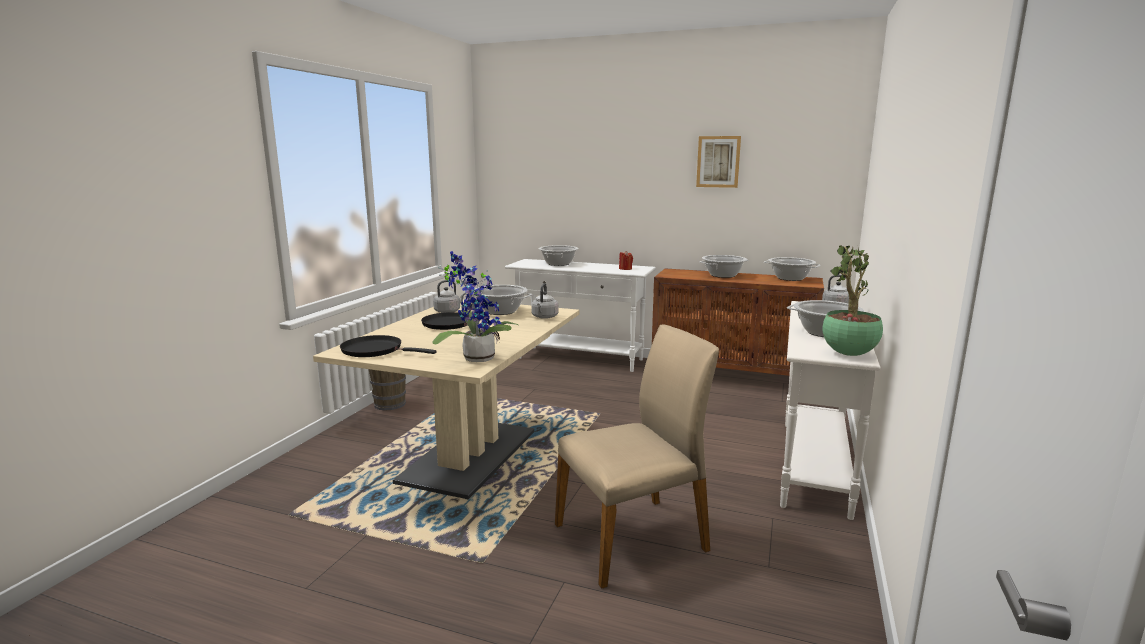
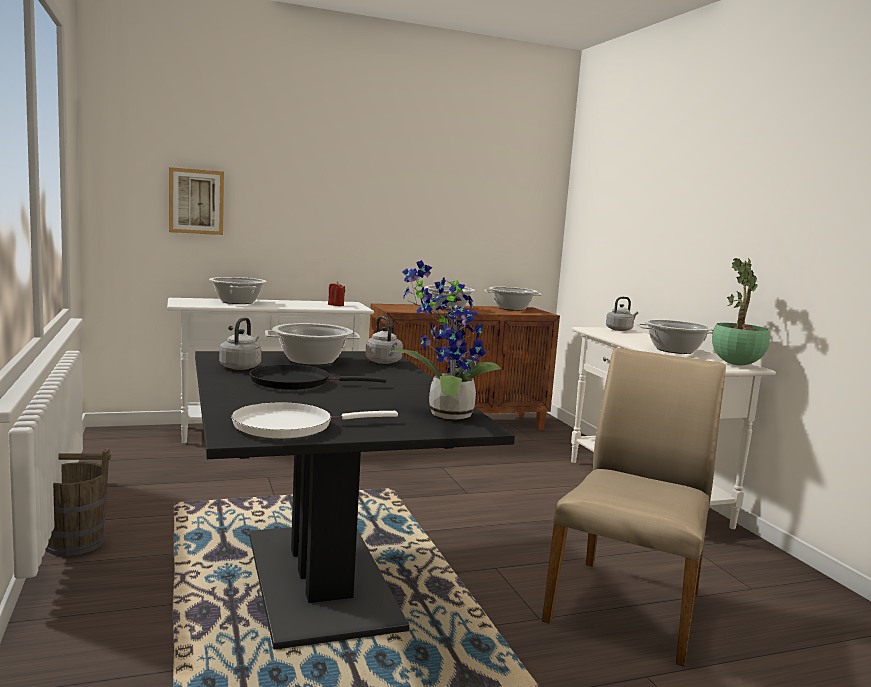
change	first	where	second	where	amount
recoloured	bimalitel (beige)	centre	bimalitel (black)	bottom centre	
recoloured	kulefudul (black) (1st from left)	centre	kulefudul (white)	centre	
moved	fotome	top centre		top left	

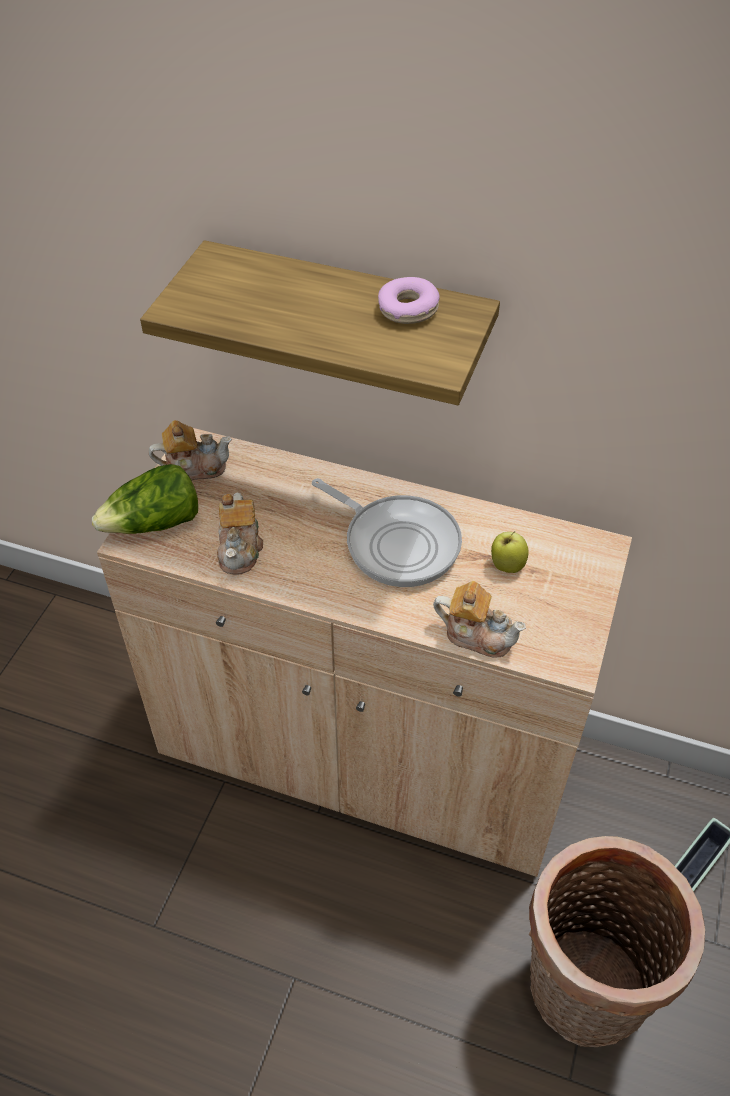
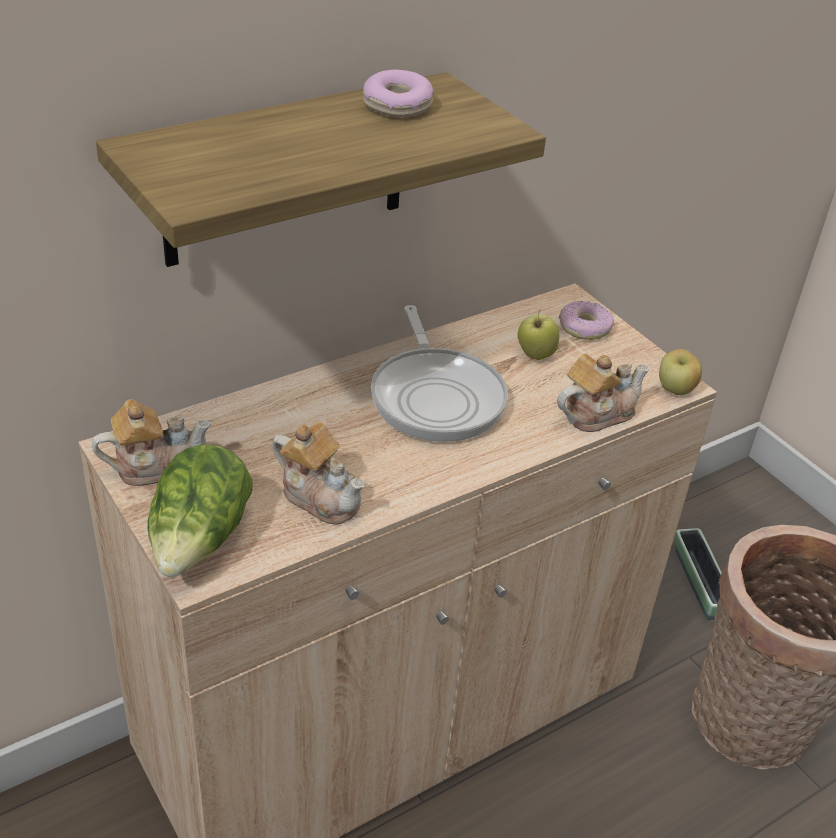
change	first	where	second	where	amount
turned	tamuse (1st from left)	middle left		middle left	45 degrees clockwise
turned	kulefudul	centre		centre	90 degrees clockwise
added			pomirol (2nd from left)	middle right	
added			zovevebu (2nd from left)	middle right	

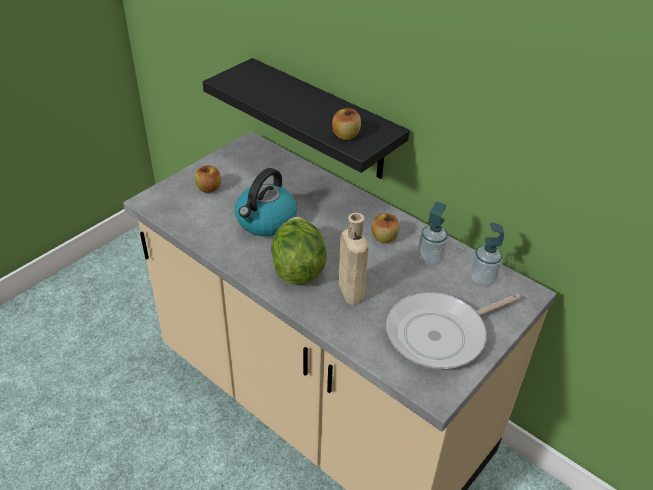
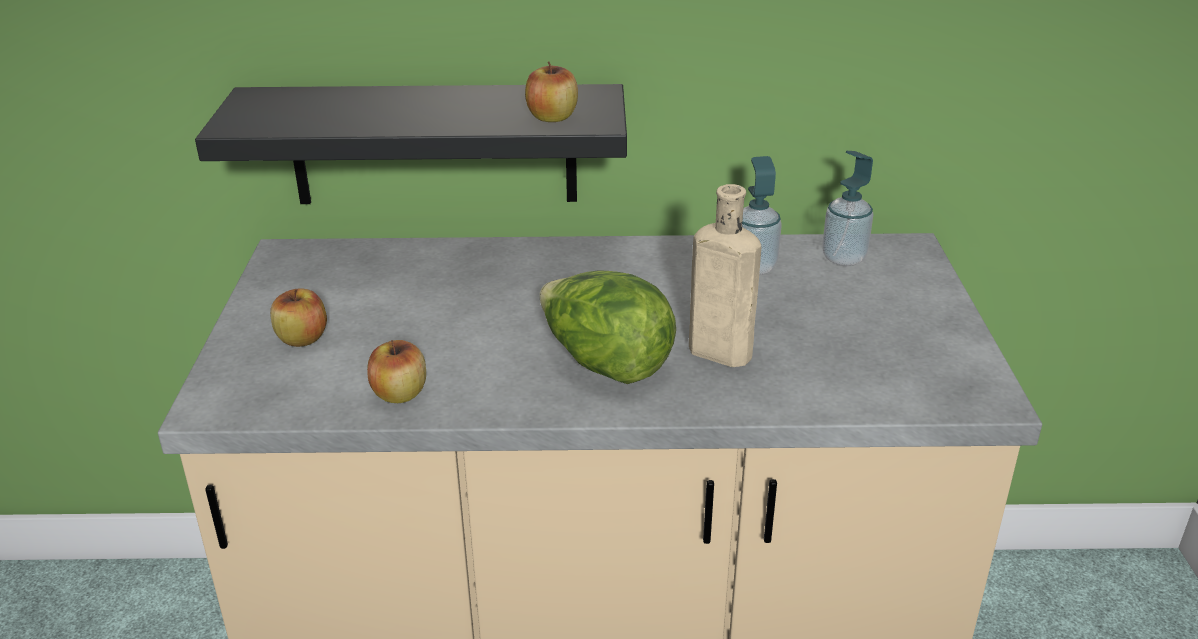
change	first	where	second	where	amount
removed	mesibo	centre			
moved	zovevebu (3rd from left in the first image)	centre	zovevebu (2nd from left)	middle left	
removed	kulefudul	bottom right			

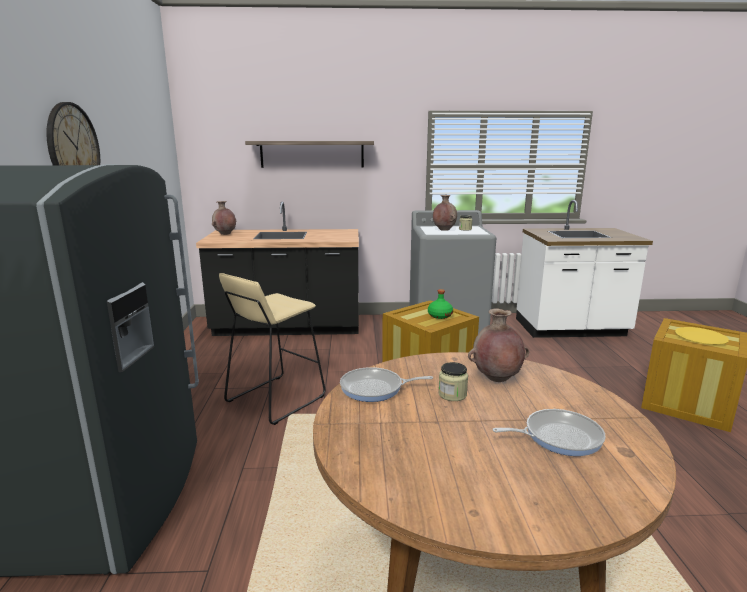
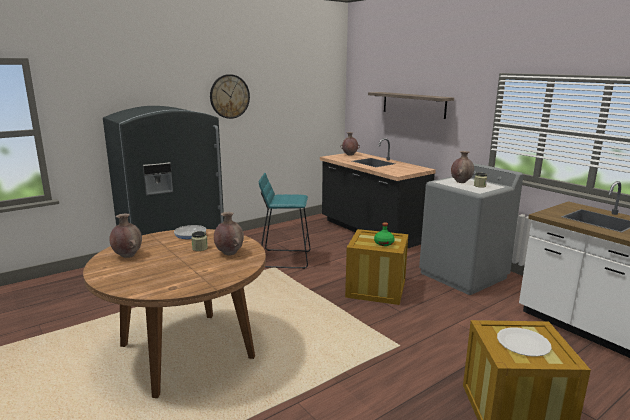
change	first	where	second	where	amount
recoloured	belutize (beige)	centre	belutize (turquoise)	centre	
removed	kulefudul (2nd from left)	bottom right			
recoloured	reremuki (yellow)	middle right	reremuki (white)	bottom right	
added			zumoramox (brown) (1st from left)	middle left	

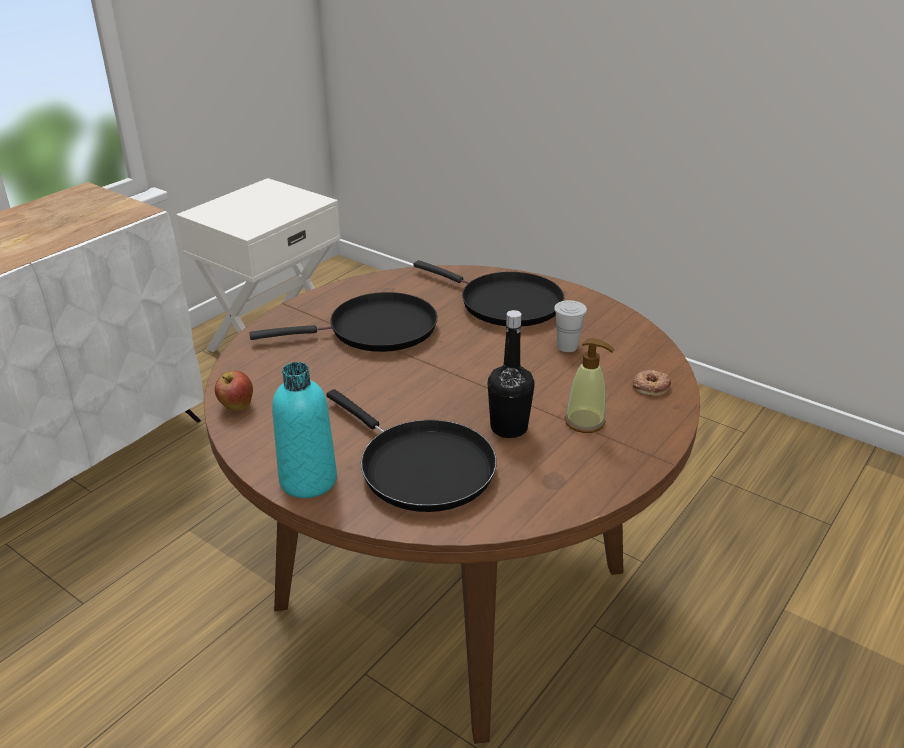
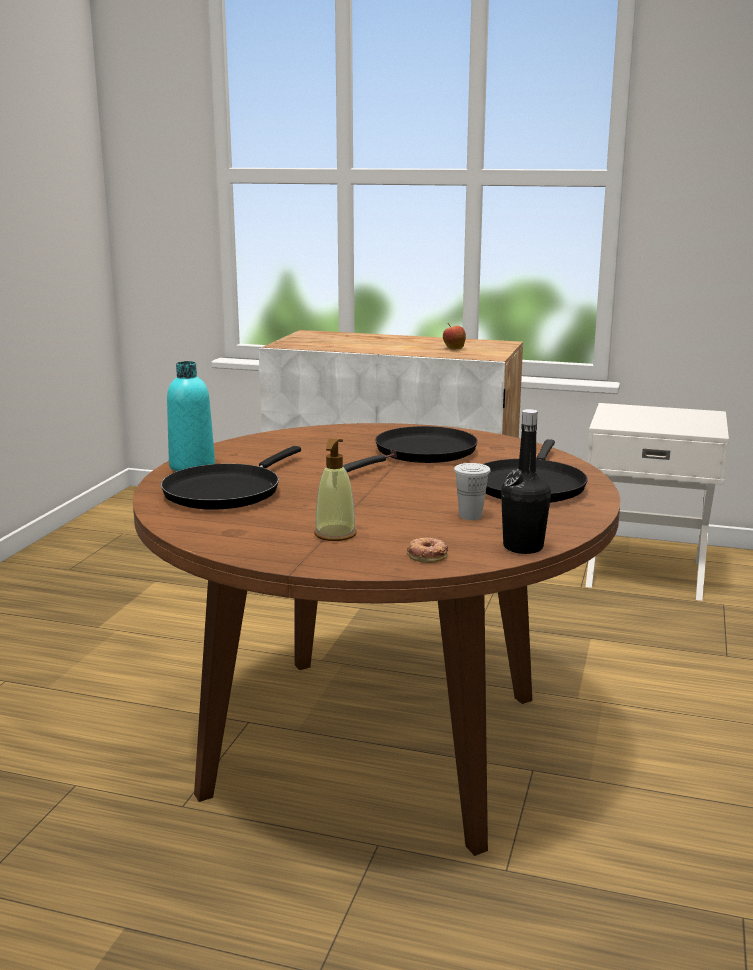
change	first	where	second	where	amount
moved	zovevebu	middle left		centre	
turned	kulefudul (black) (1st from left in the first image)	centre	kulefudul (black) (2nd from left)	centre	105 degrees counterclockwise
moved	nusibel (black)	centre		middle right	

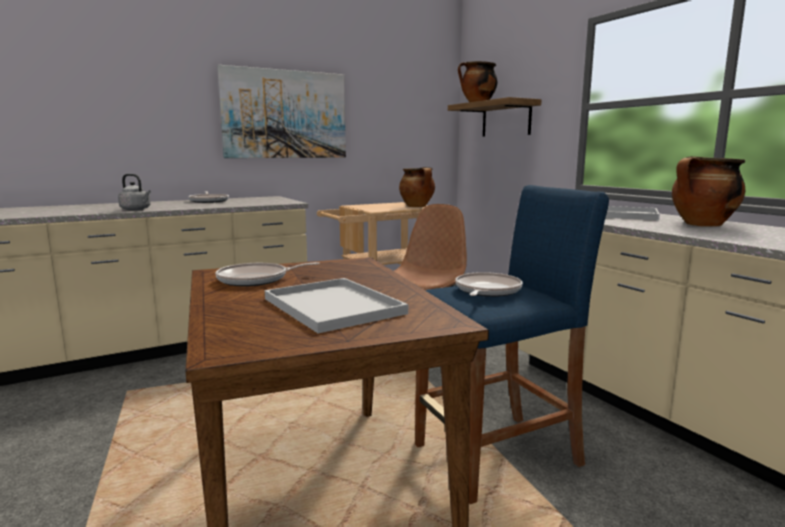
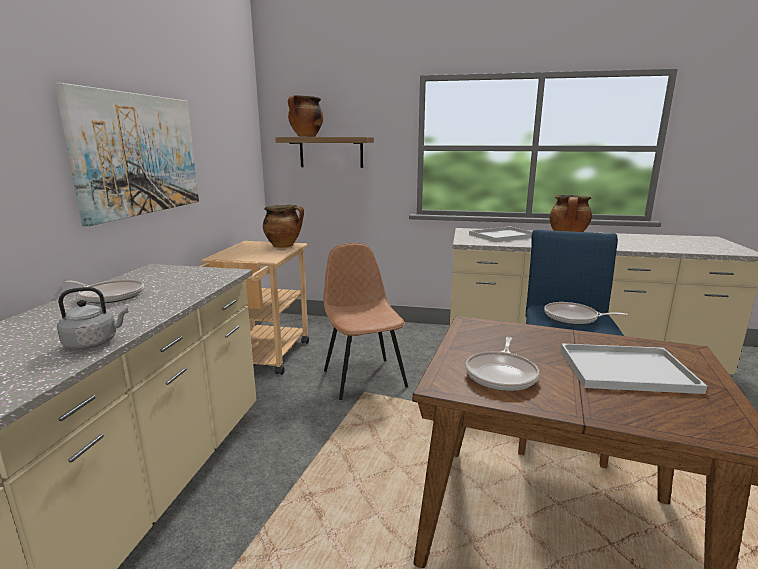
change	first	where	second	where	amount
turned	kulefudul (3rd from left)	centre		middle right	45 degrees counterclockwise

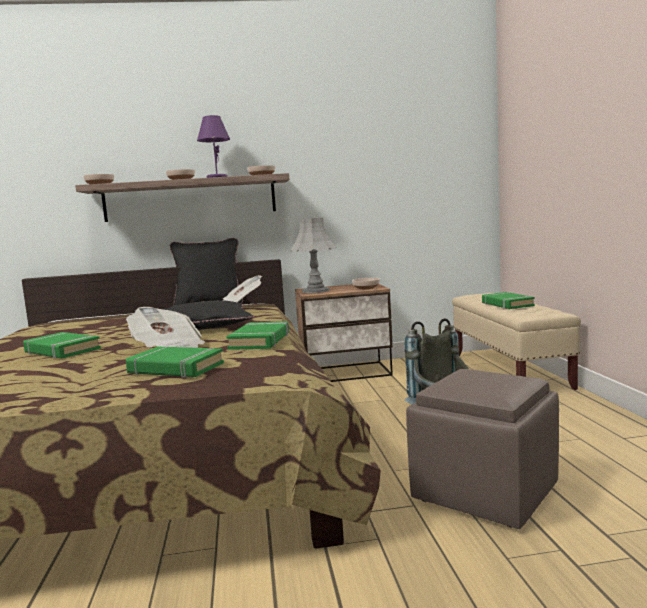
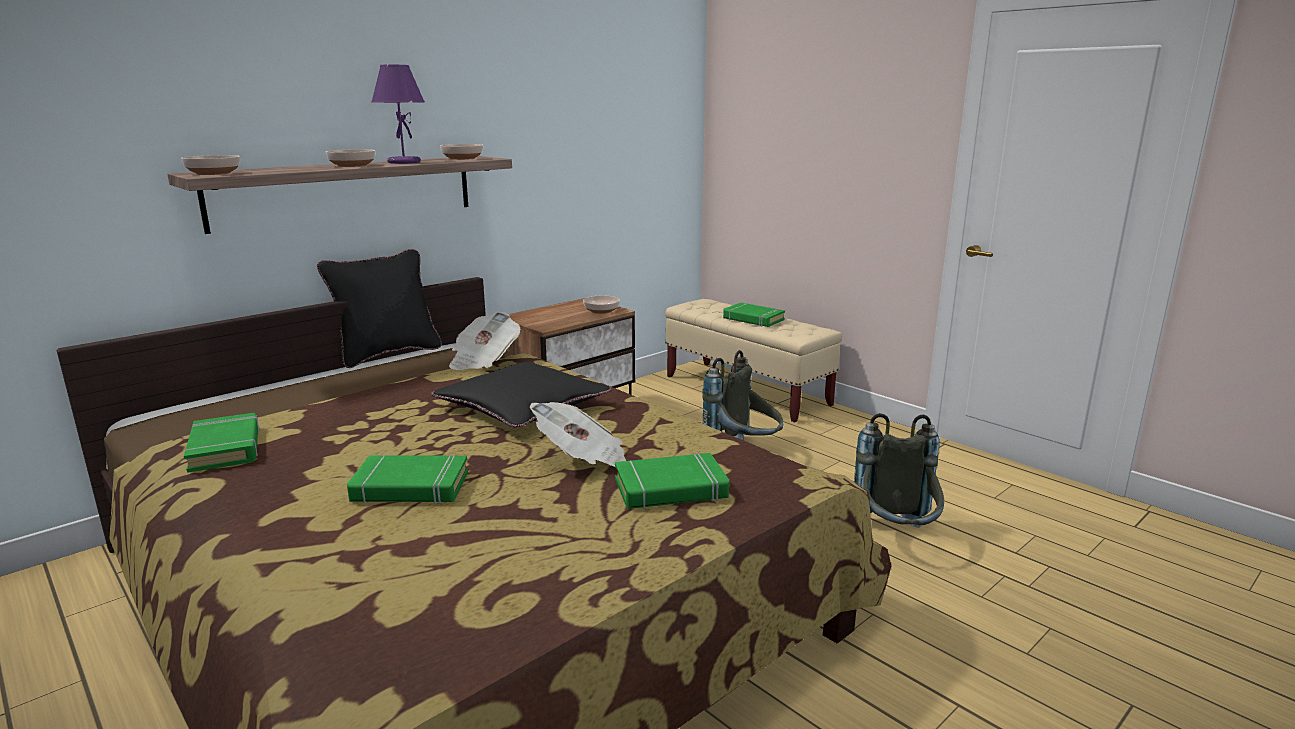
change	first	where	second	where	amount
moved	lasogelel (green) (3rd from left in the first image)	centre	lasogelel (green) (1st from left)	middle left	
removed	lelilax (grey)	centre			
replaced	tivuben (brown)	bottom right	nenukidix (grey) (2nd from left)	middle right	

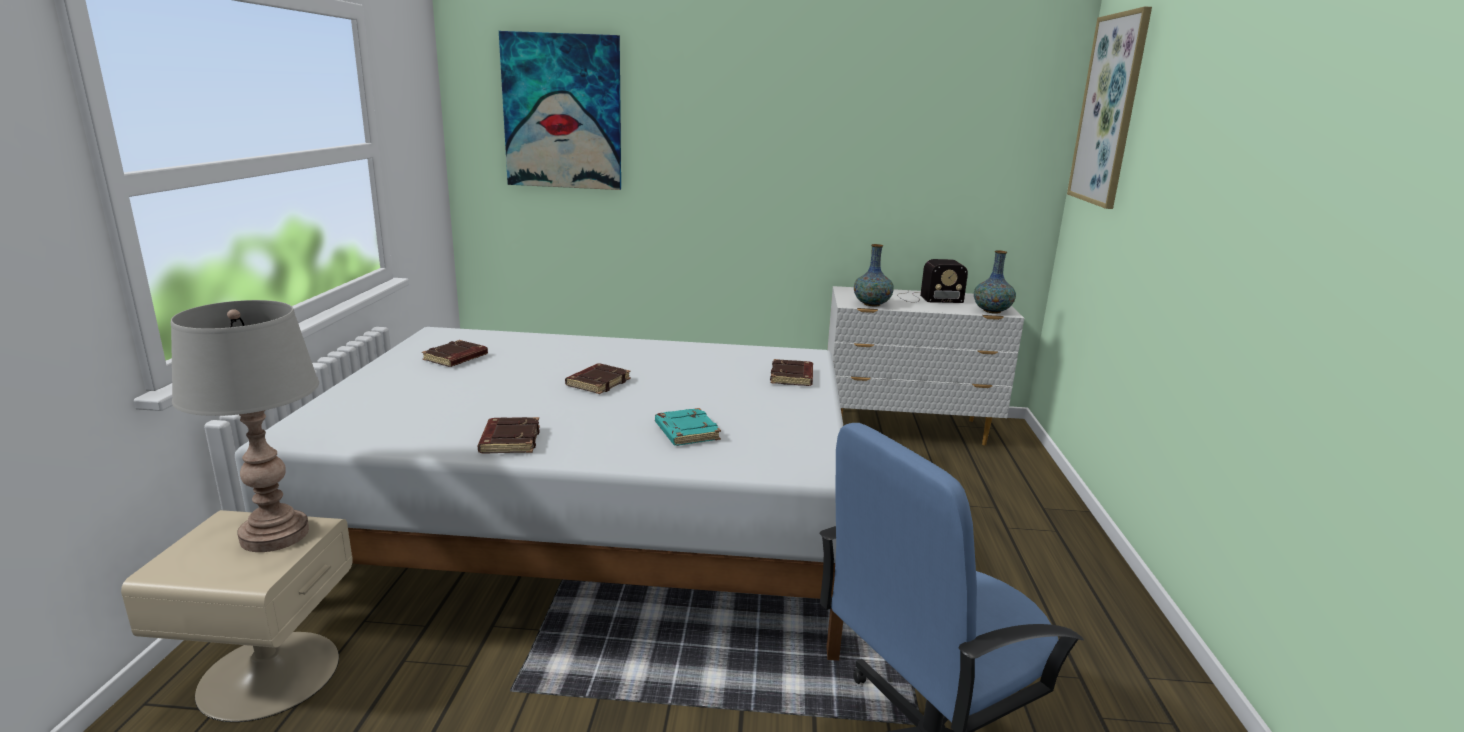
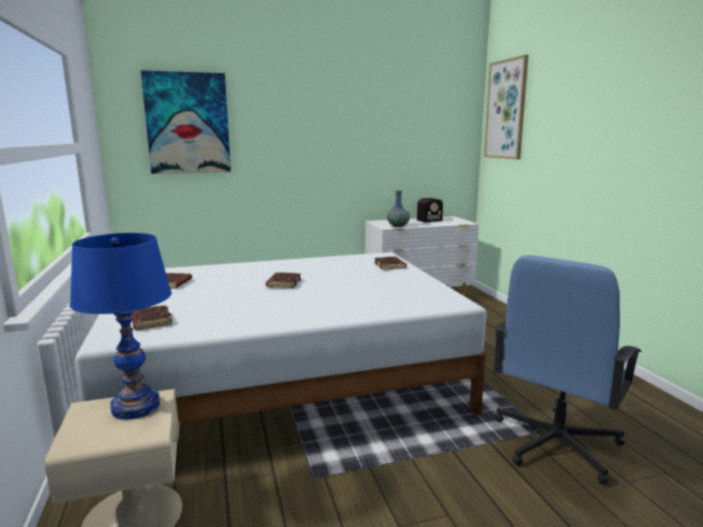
change	first	where	second	where	amount
recoloured	lelilax (grey)	middle left	lelilax (blue)	middle left	
moved	lasogelel (brown) (2nd from left in the first image)	centre	lasogelel (brown) (1st from left)	middle left	
removed	lasogelel (turquoise)	centre			
removed	zumoramox (2nd from left)	middle right			

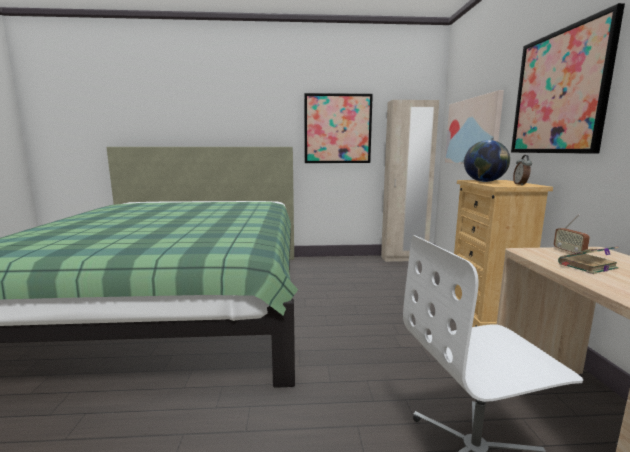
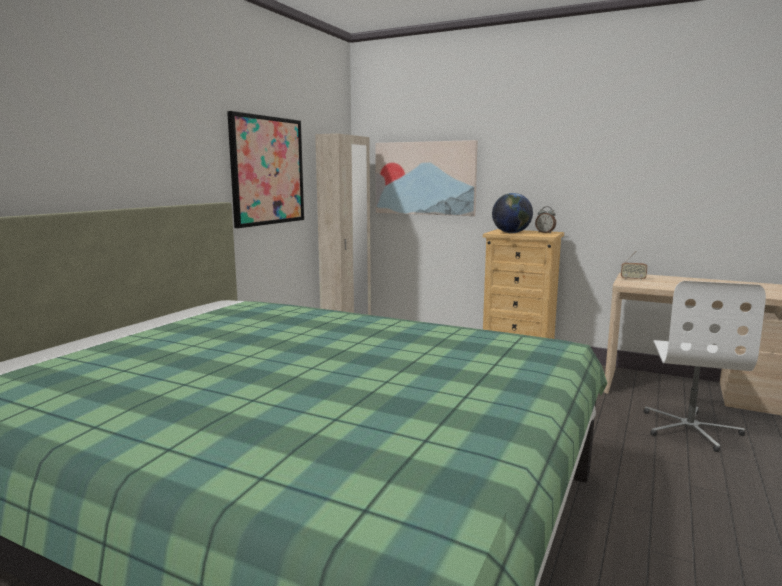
change	first	where	second	where	amount
removed	fotome (3rd from left)	top right			
removed	lasogelel	middle right			

